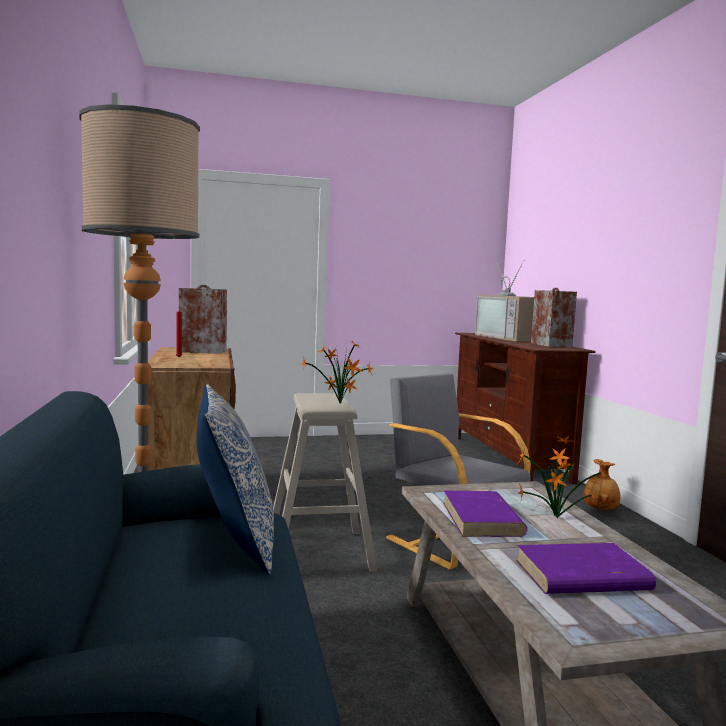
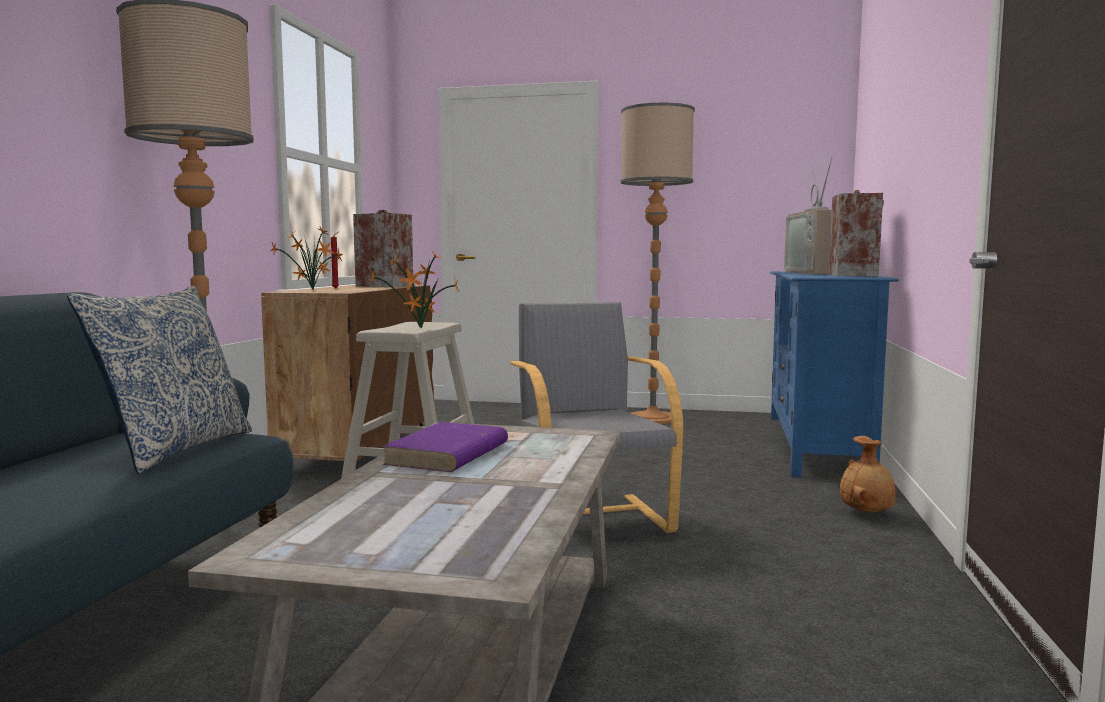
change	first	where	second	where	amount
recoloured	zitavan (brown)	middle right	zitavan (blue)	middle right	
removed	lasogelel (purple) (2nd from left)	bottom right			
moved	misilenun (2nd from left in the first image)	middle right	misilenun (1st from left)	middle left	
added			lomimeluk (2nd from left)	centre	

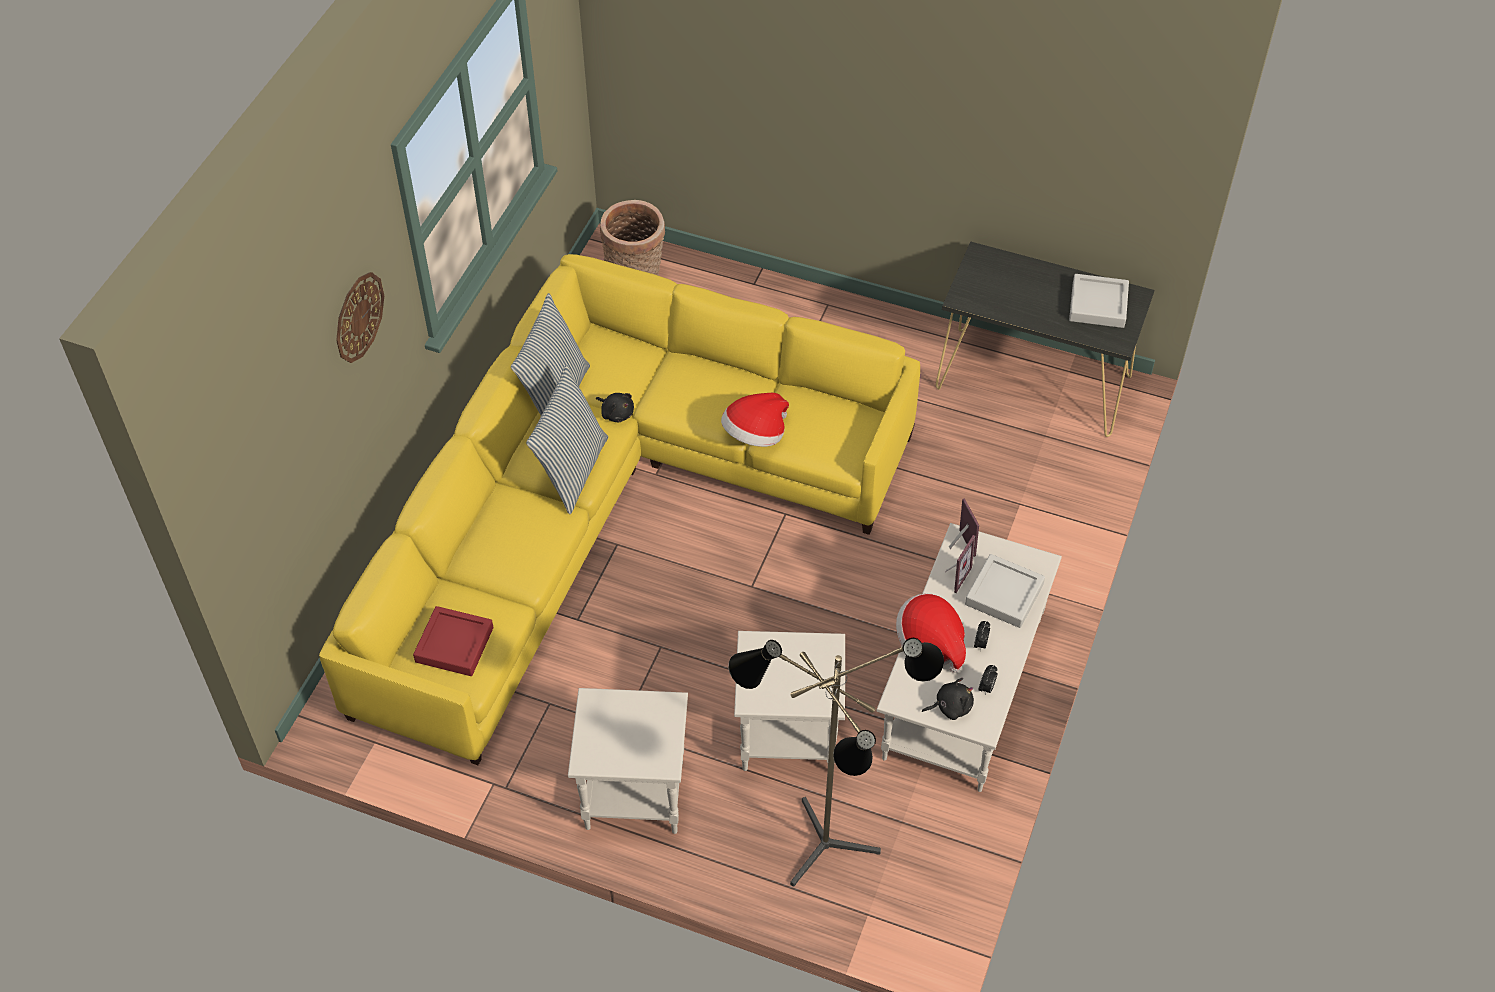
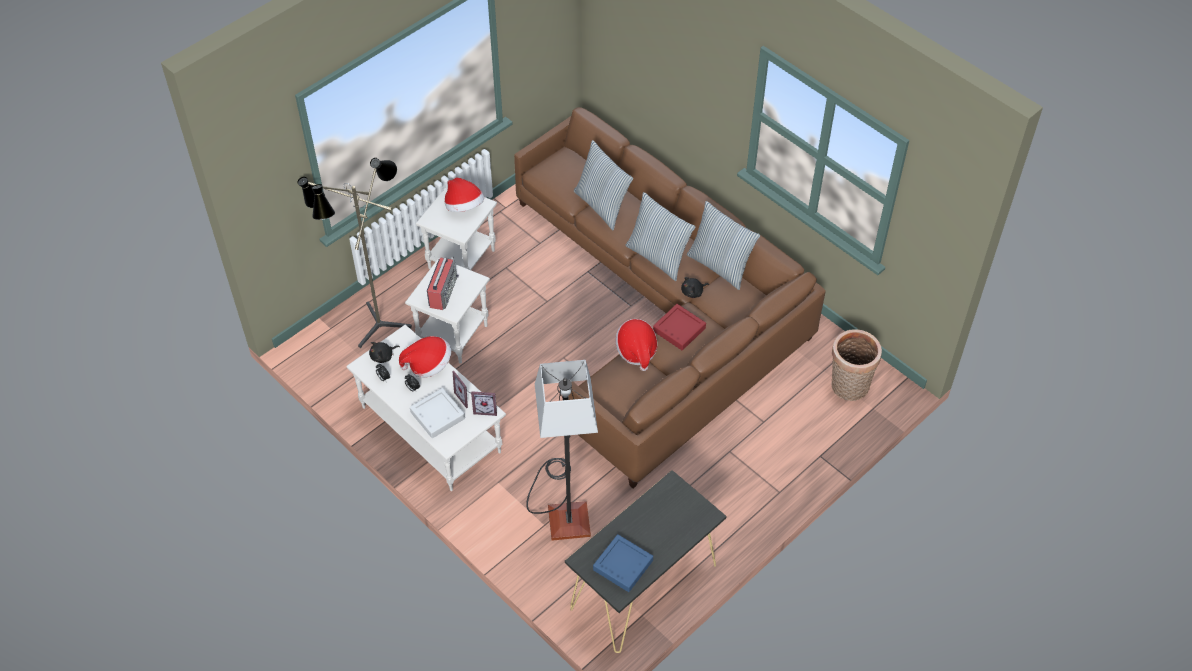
change	first	where	second	where	amount
recoloured	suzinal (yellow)	centre	suzinal (brown)	centre	
removed	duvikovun	top left			
moved	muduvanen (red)	middle left		centre	
turned	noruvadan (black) (2nd from left in the first image)	bottom centre	noruvadan (black) (1st from left)	middle left	45 degrees clockwise
recoloured	muduvanen (grey) (2nd from left)	top right	muduvanen (blue)	bottom centre	
added			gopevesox	centre	
added			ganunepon (2nd from left)	top centre	
added			lomimeluk (2nd from left)	bottom centre	
added			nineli (1st from left)	top centre	

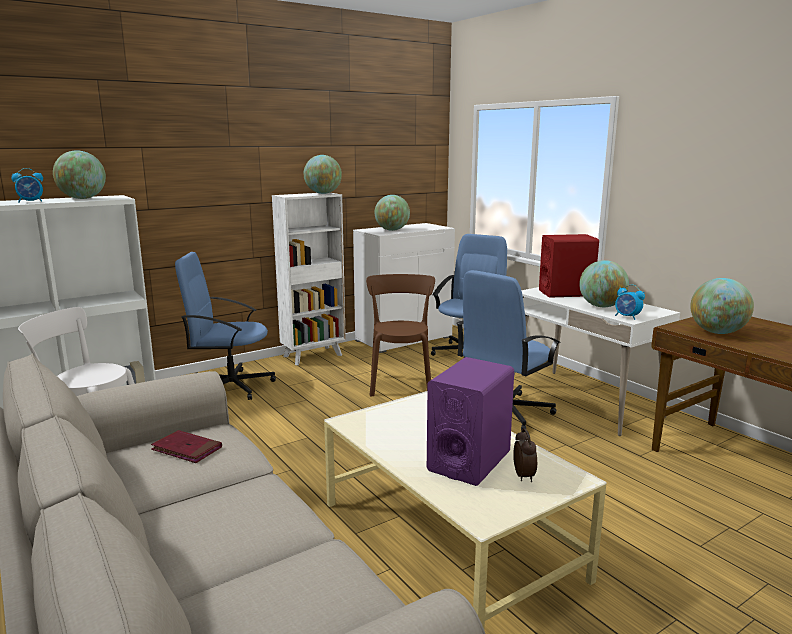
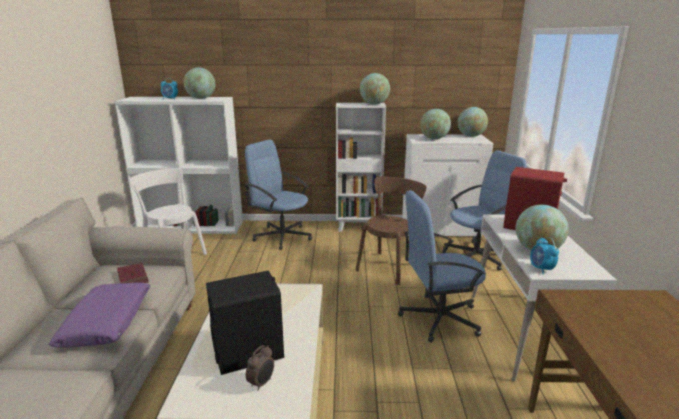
change	first	where	second	where	amount
recoloured	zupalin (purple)	centre	zupalin (black)	bottom centre	
moved	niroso (5th from left in the first image)	middle right	niroso (4th from left)	top right	
added			nineli (purple)	bottom left	

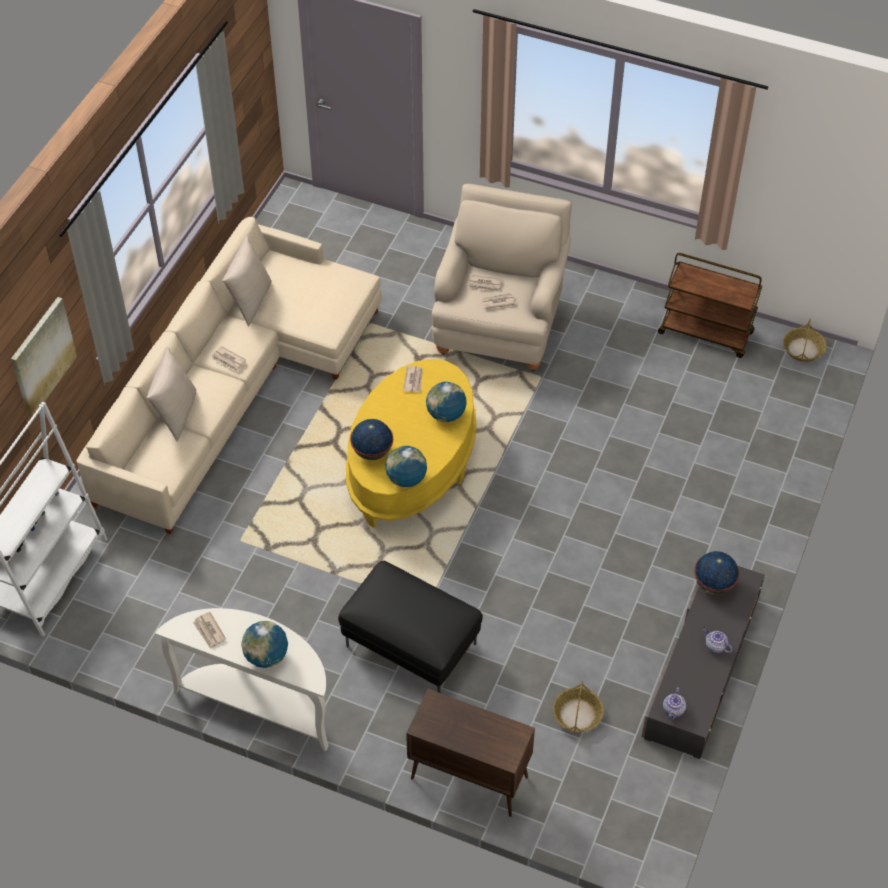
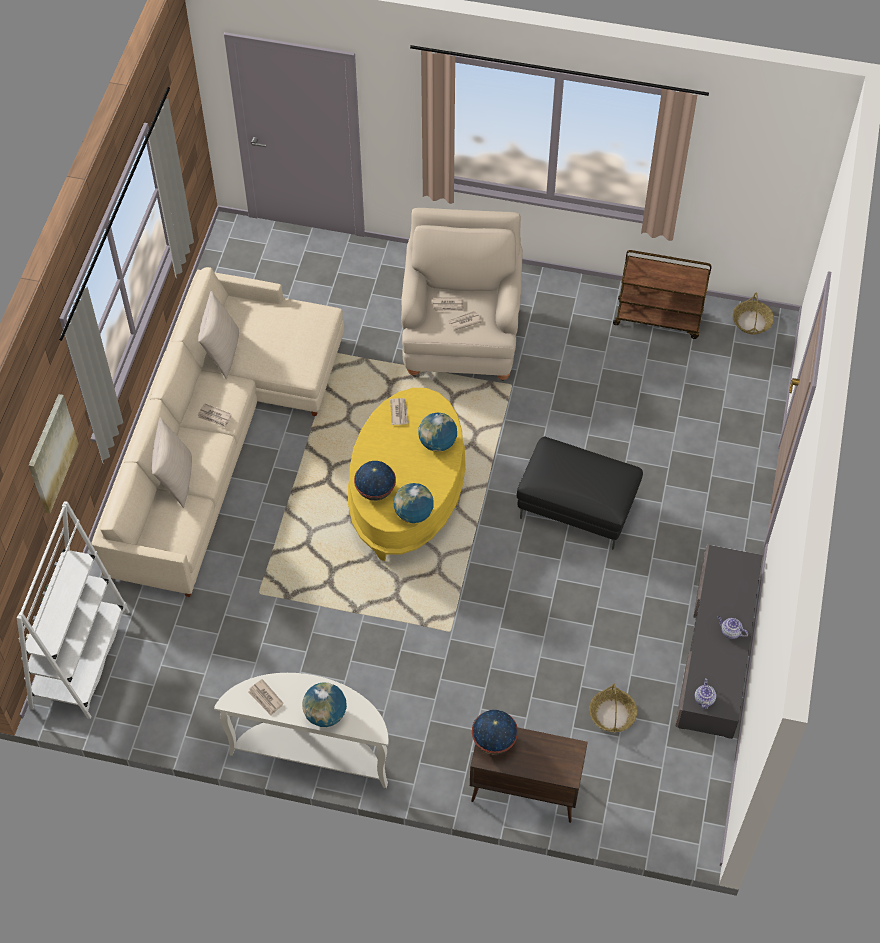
change	first	where	second	where	amount
moved	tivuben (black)	bottom centre		centre	
moved	niroso (5th from left)	middle right		bottom centre	

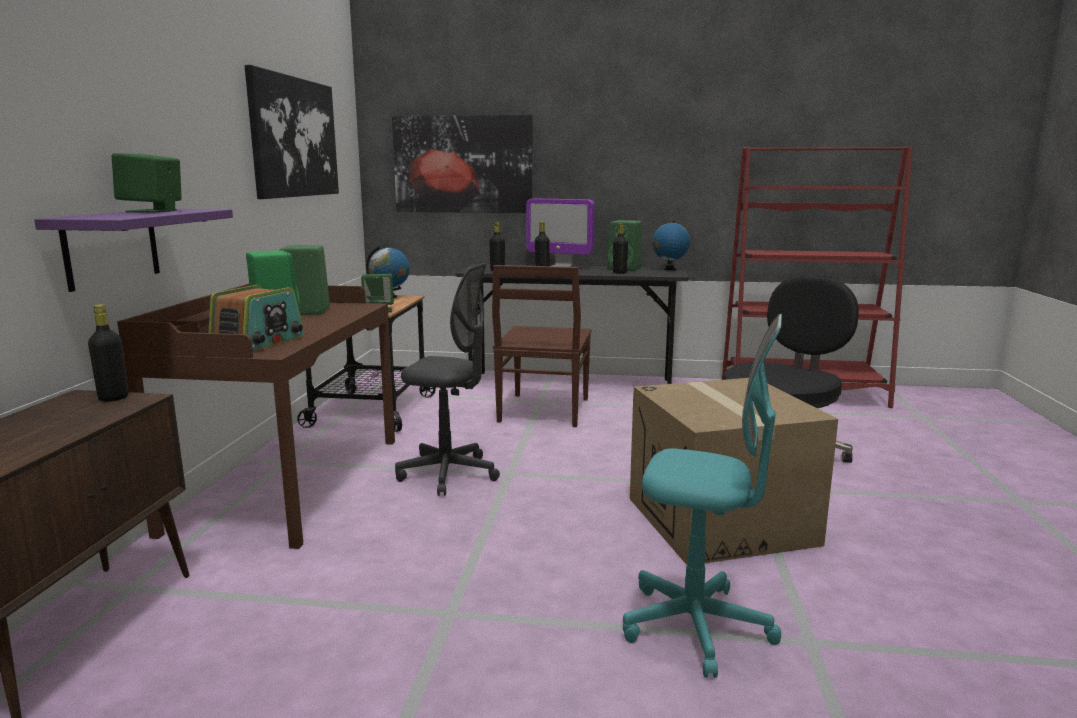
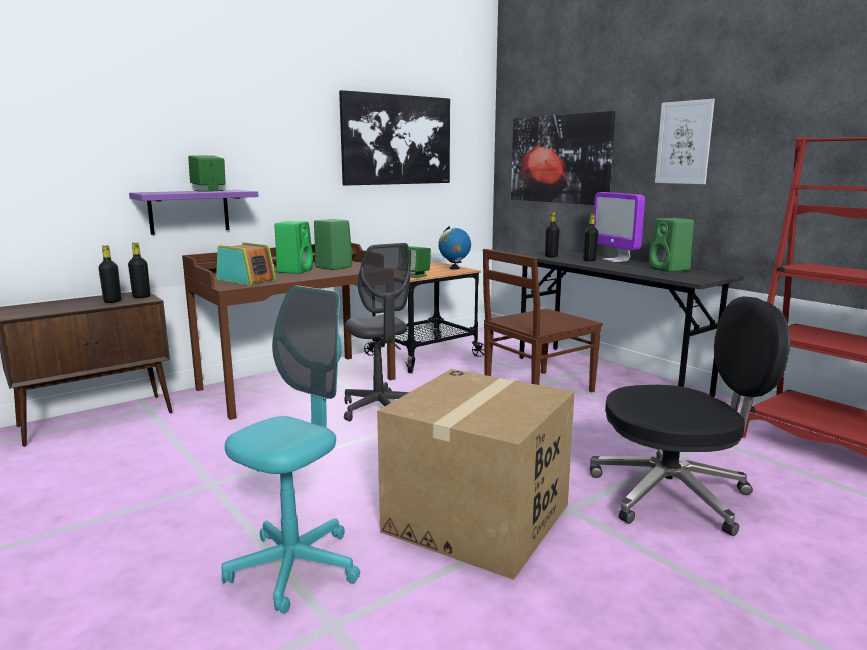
change	first	where	second	where	amount
turned	gopevesox	middle left		middle left	120 degrees counterclockwise
moved	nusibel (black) (4th from left in the first image)	centre	nusibel (black) (1st from left)	middle left	
turned	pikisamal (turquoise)	bottom centre		bottom centre	120 degrees counterclockwise
removed	niroso (2nd from left)	centre			
added			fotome (3rd from left)	top right	

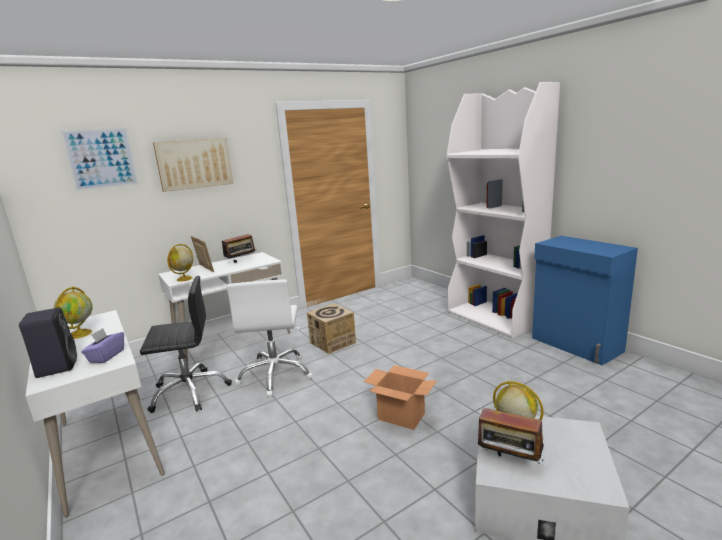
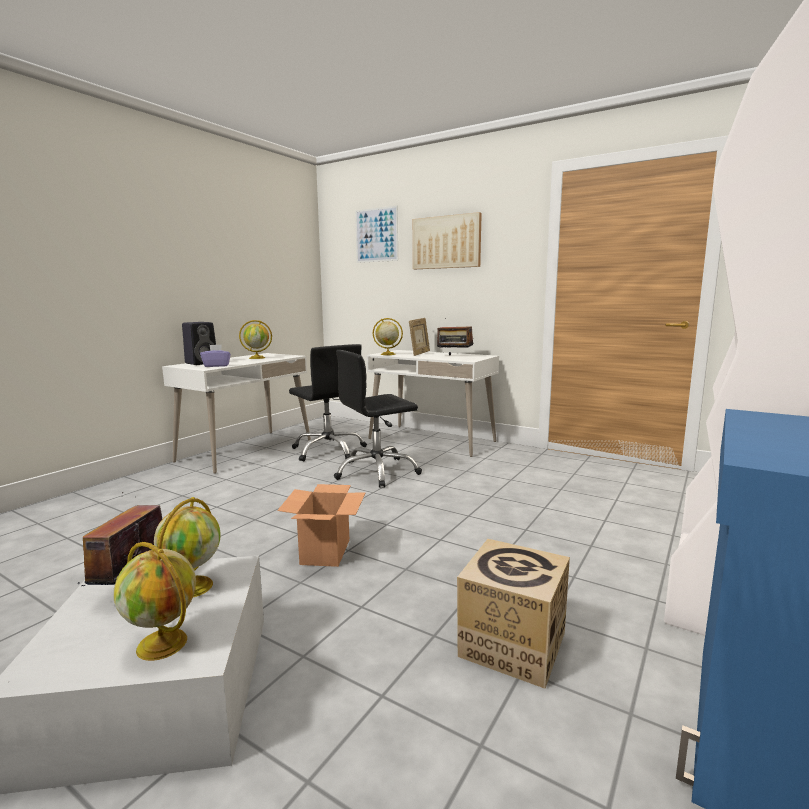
change	first	where	second	where	amount
recoloured	pikisamal (white)	centre	pikisamal (black) (2nd from left)	centre	
moved	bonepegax (1st from left in the first image)	centre	bonepegax (2nd from left)	bottom centre	
added			niroso (1st from left)	bottom left	

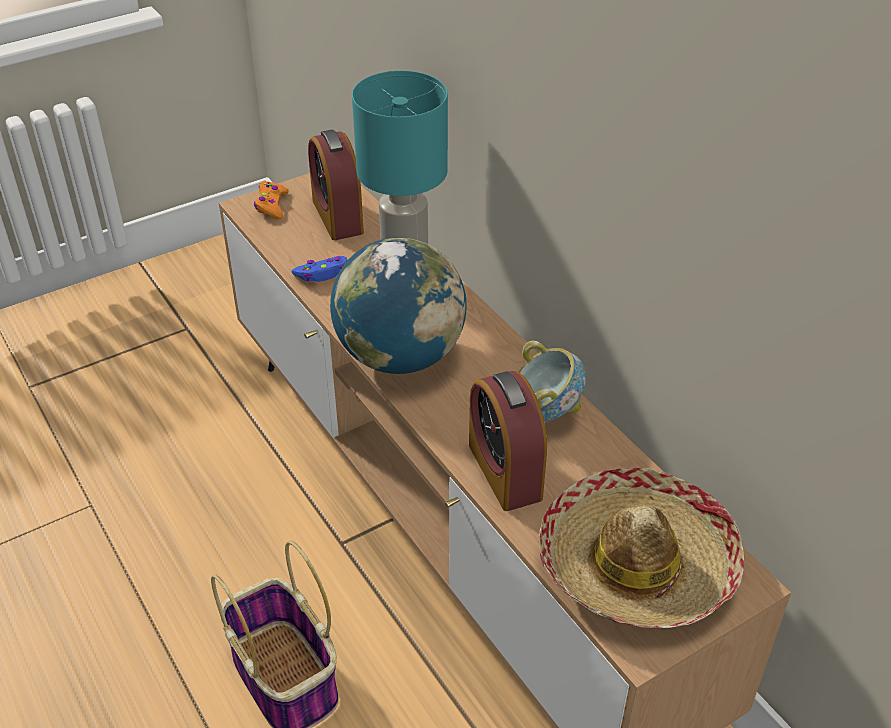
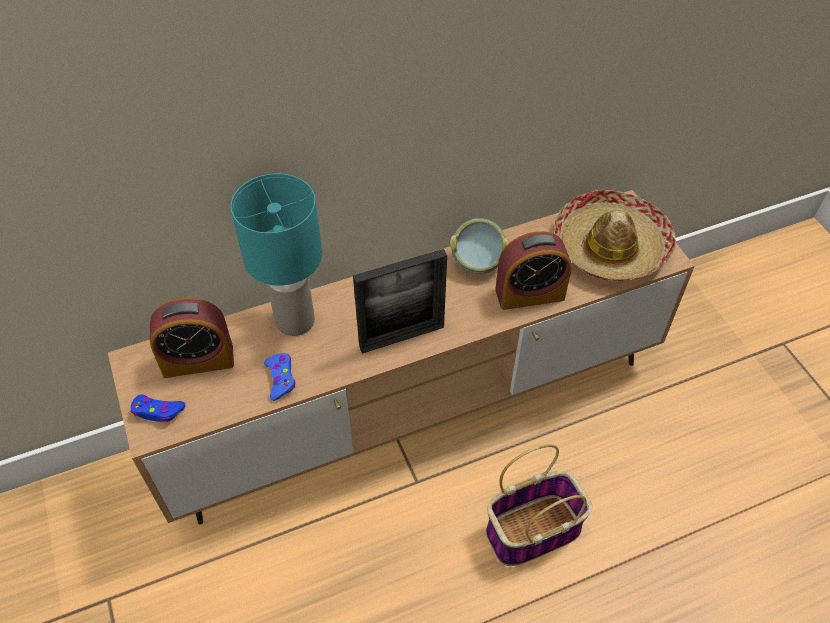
change	first	where	second	where	amount
recoloured	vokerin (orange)	top left	vokerin (blue) (1st from left)	middle left	
replaced	niroso	centre	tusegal	centre	

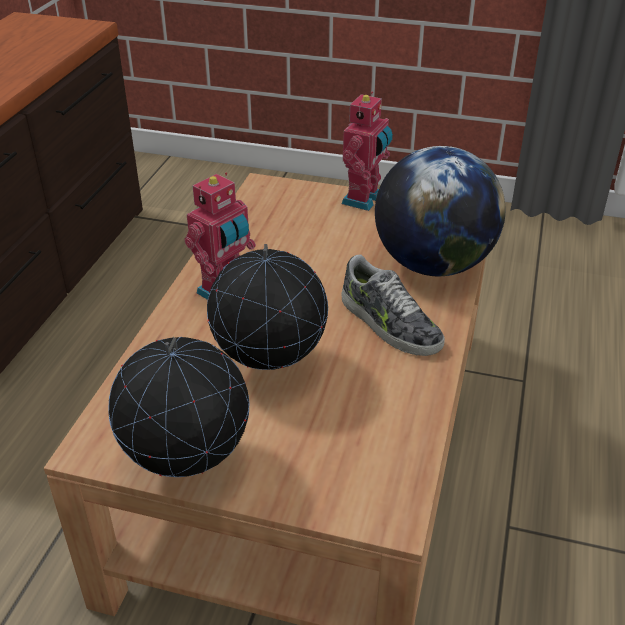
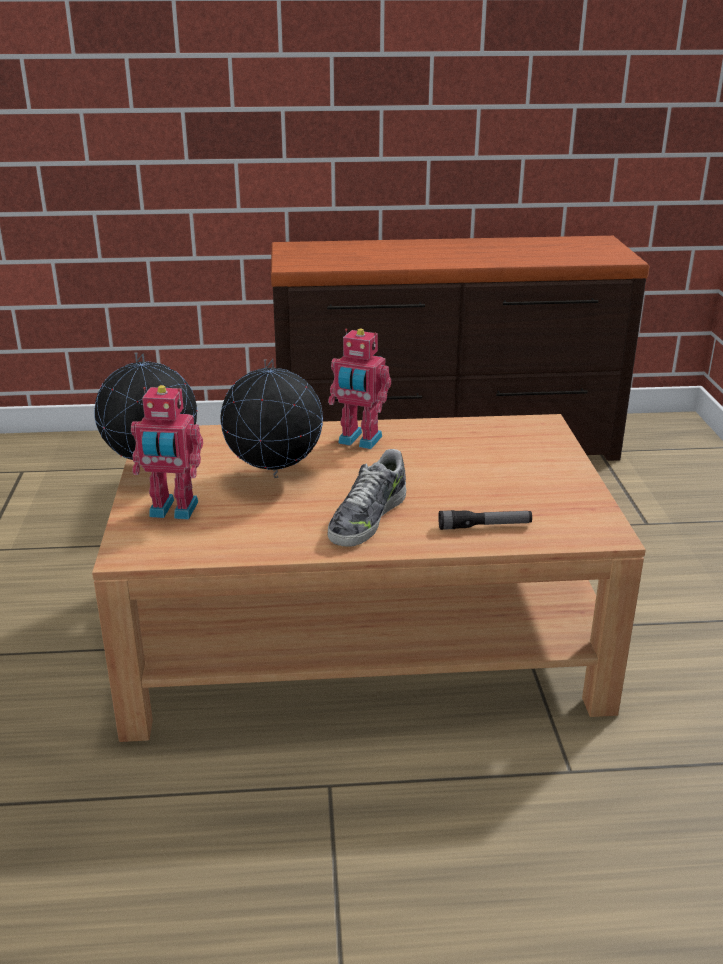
change	first	where	second	where	amount
moved	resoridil (2nd from left in the first image)	top centre	resoridil (1st from left)	middle left	
replaced	niroso (3rd from left)	middle right	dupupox	middle right	

